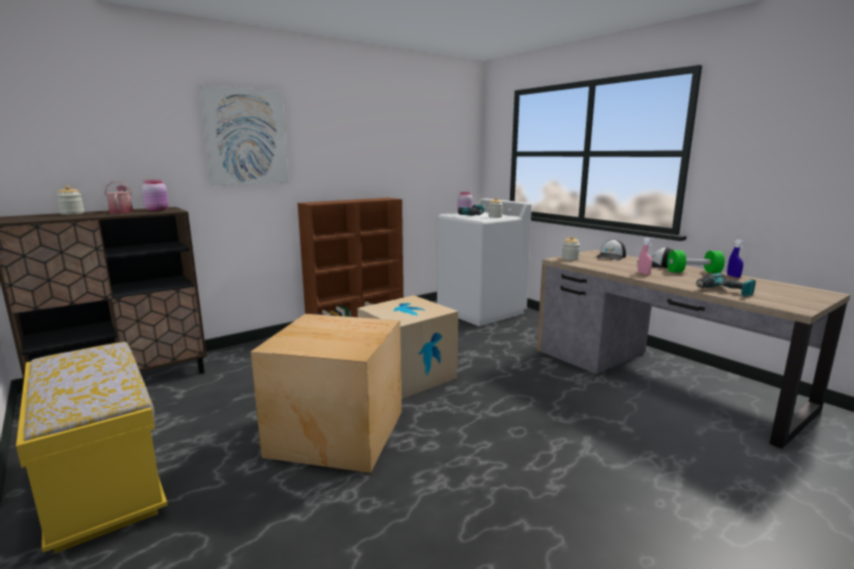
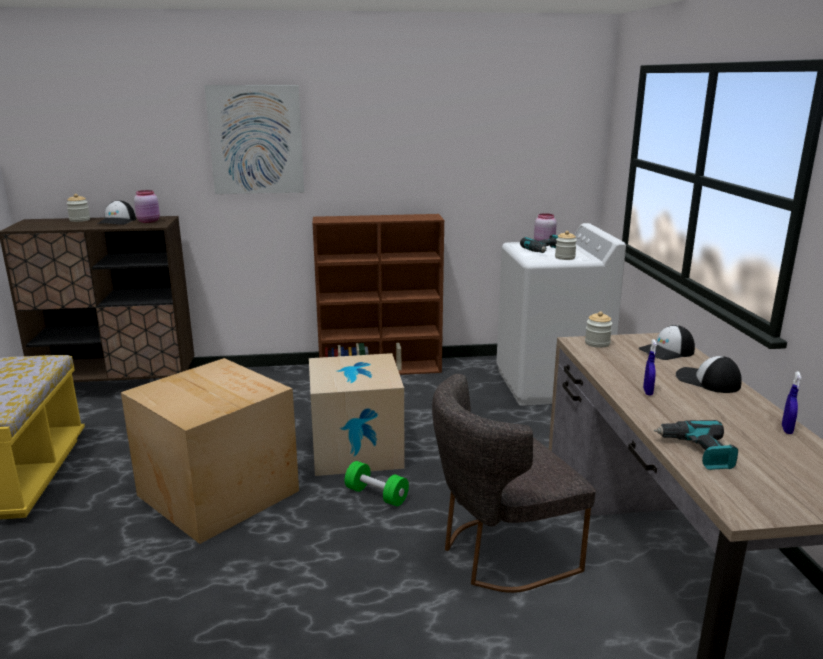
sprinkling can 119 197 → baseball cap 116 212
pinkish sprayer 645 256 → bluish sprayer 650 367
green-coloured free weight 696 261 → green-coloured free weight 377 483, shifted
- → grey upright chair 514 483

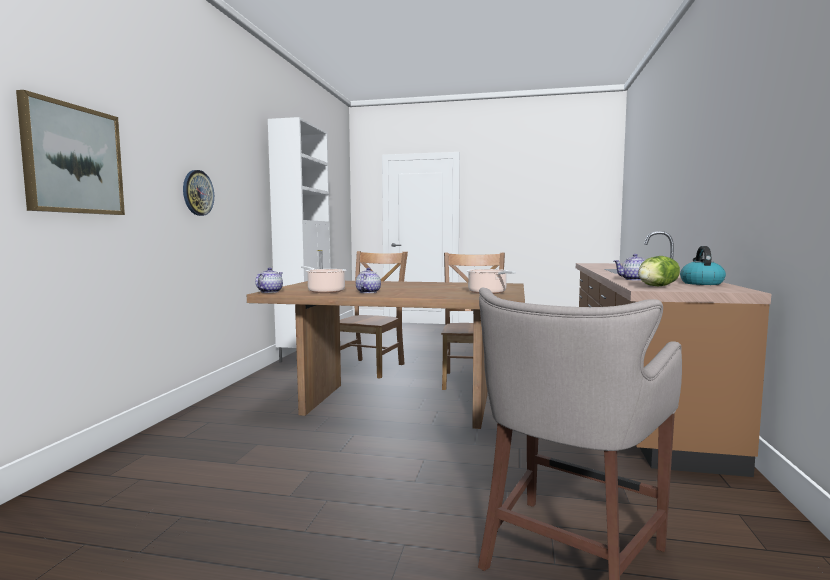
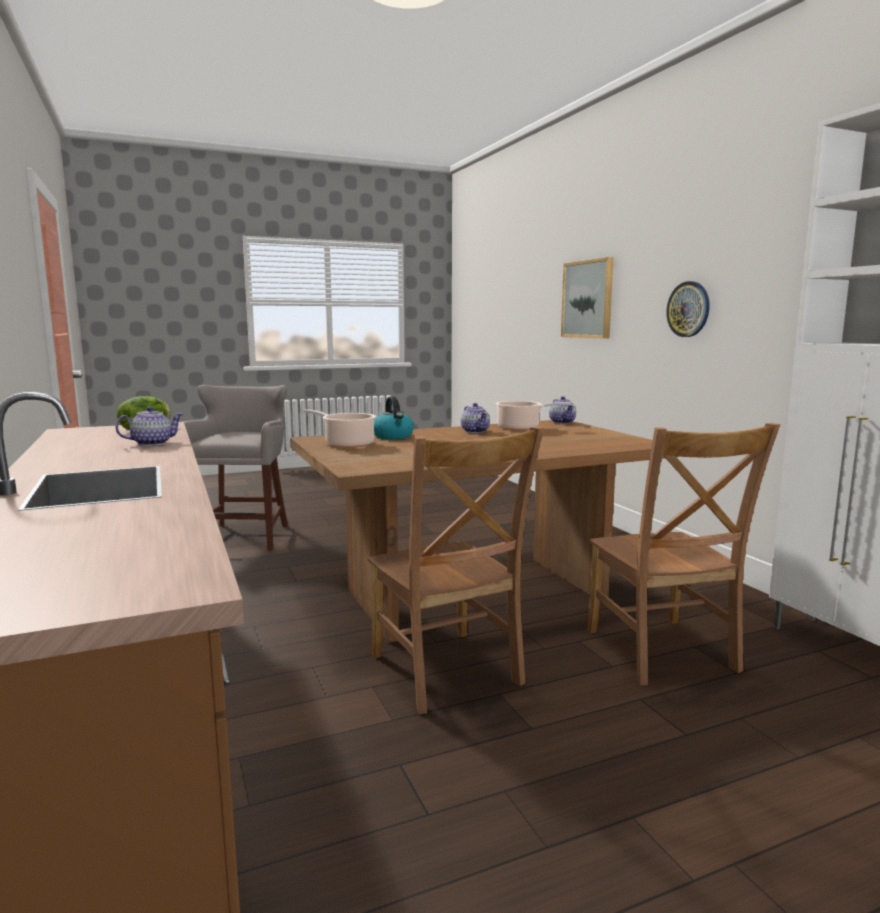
kettle 703 265 → kettle 394 417, shifted

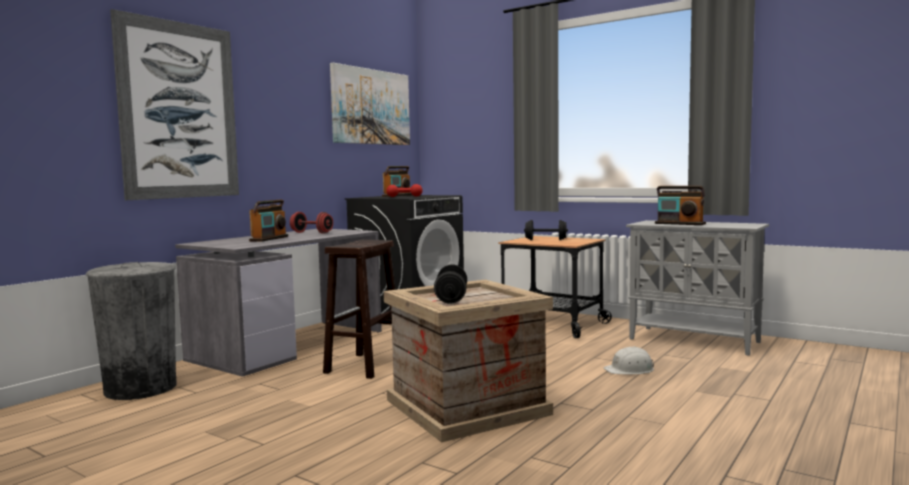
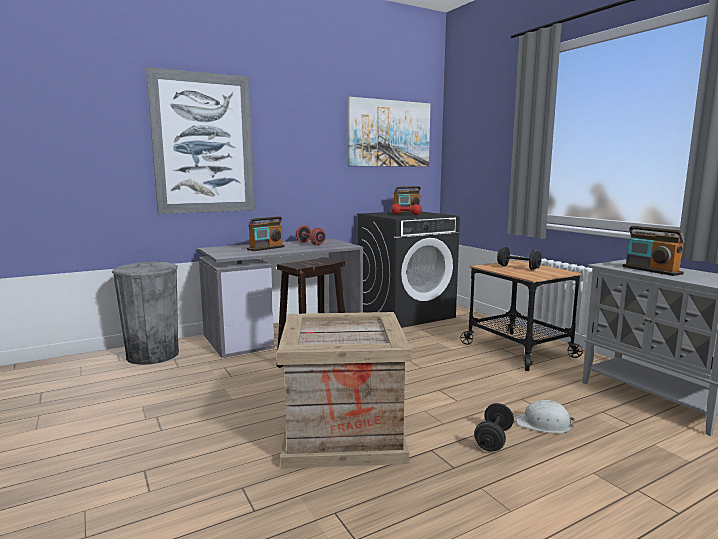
blackish free weight 450 284 → blackish free weight 494 427, shifted

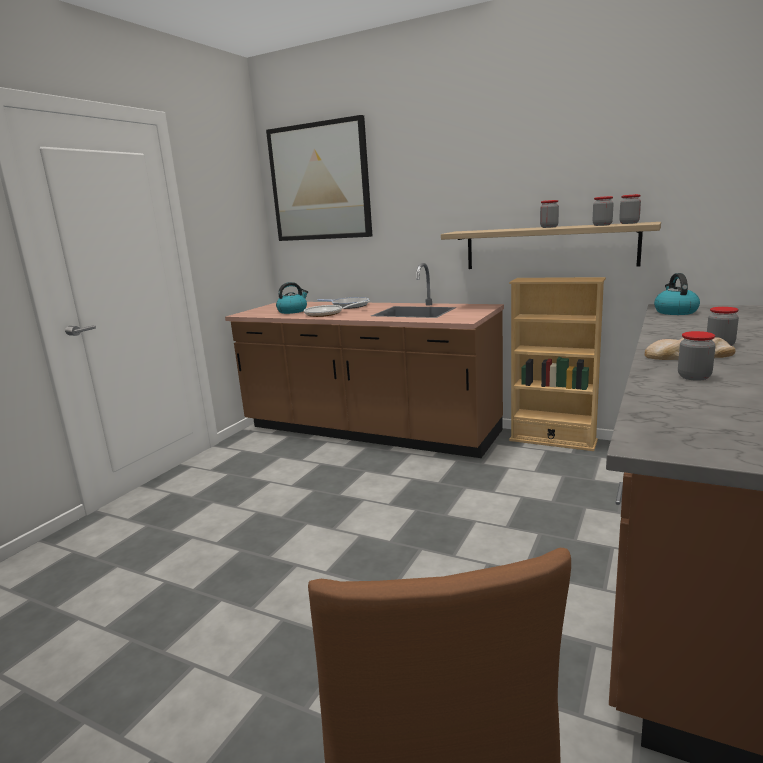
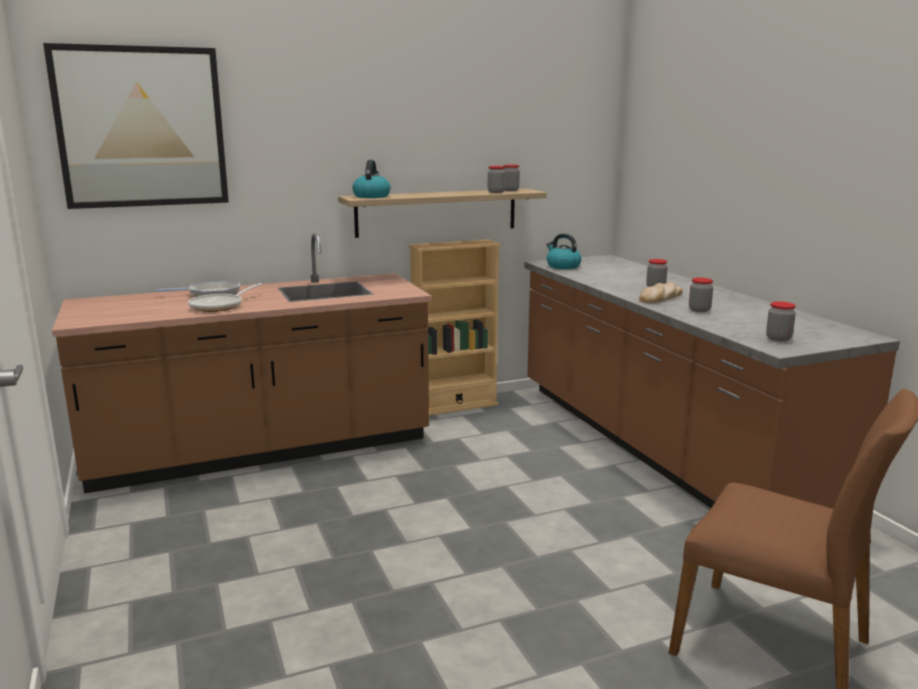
kettle 292 298 → kettle 372 179, shifted
jar 549 214 → jar 781 321, shifted

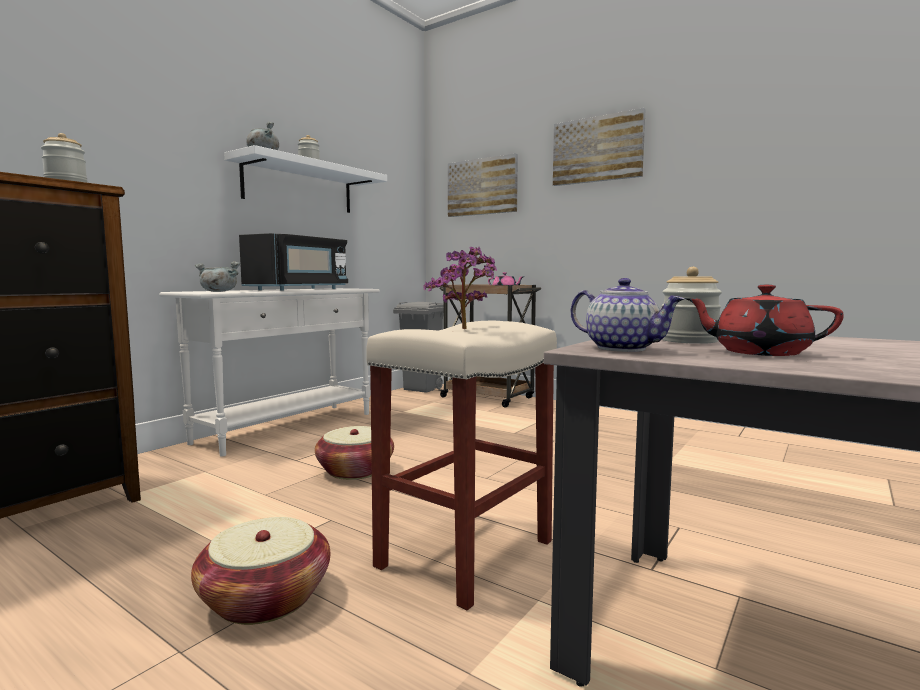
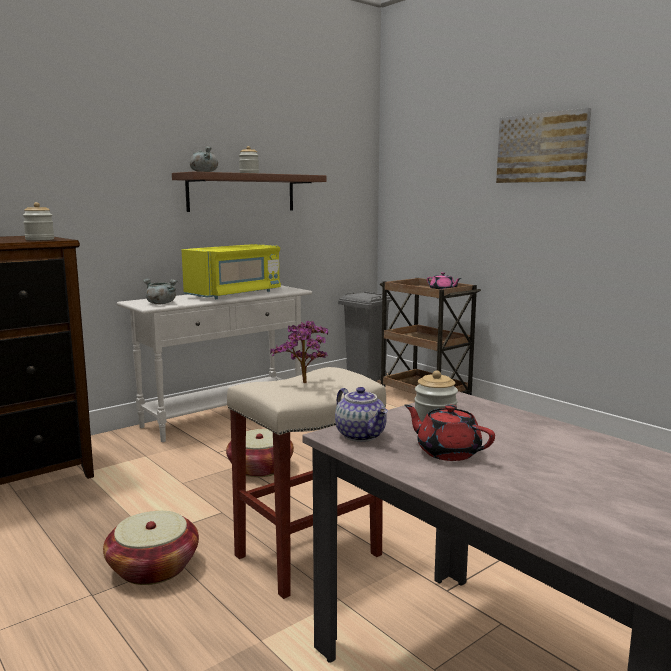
white bracket shelf 305 179 → brown bracket shelf 249 192
blackish microwave oven 293 262 → yellow microwave oven 231 271
wall picture 483 185 → -

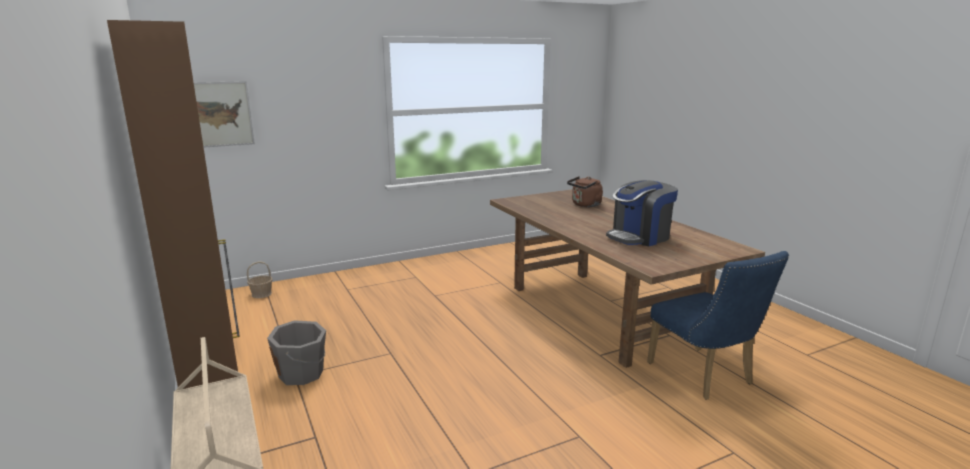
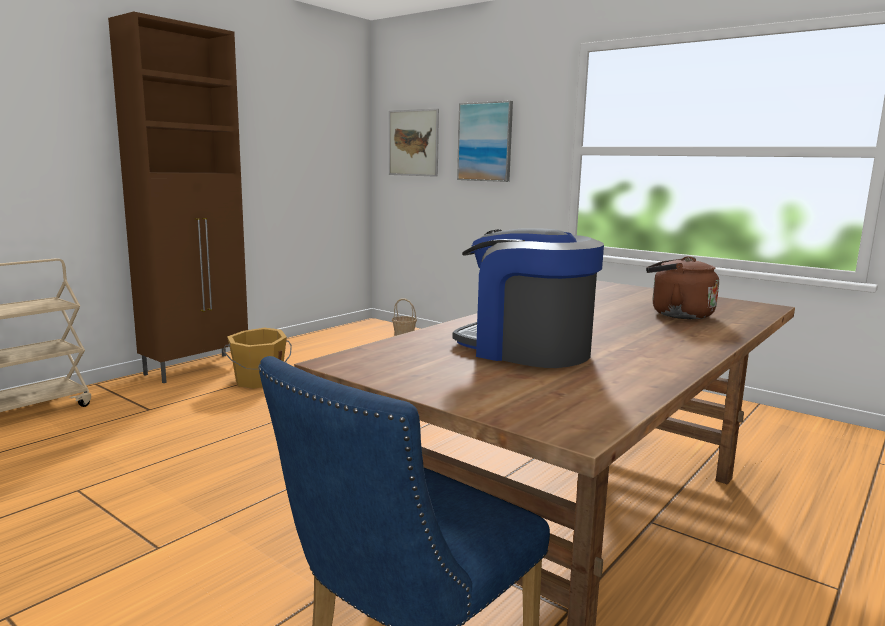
grey bucket 296 352 → orange-coloured bucket 257 358
- → wall picture 485 141

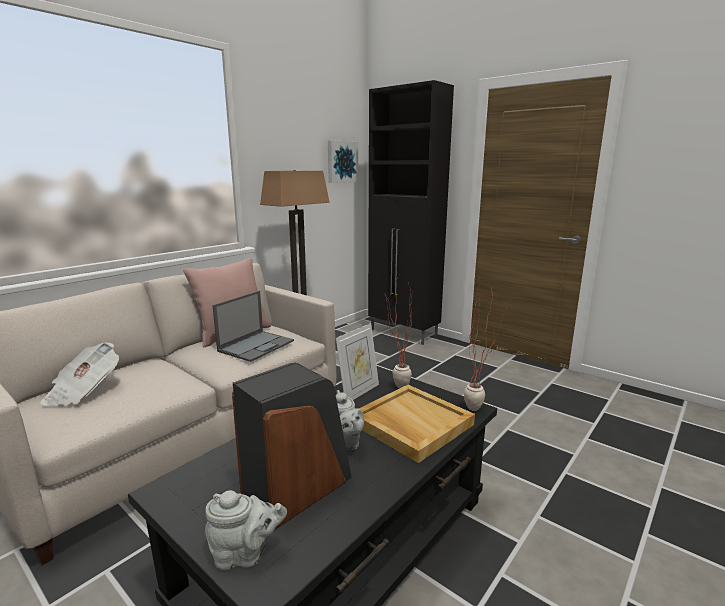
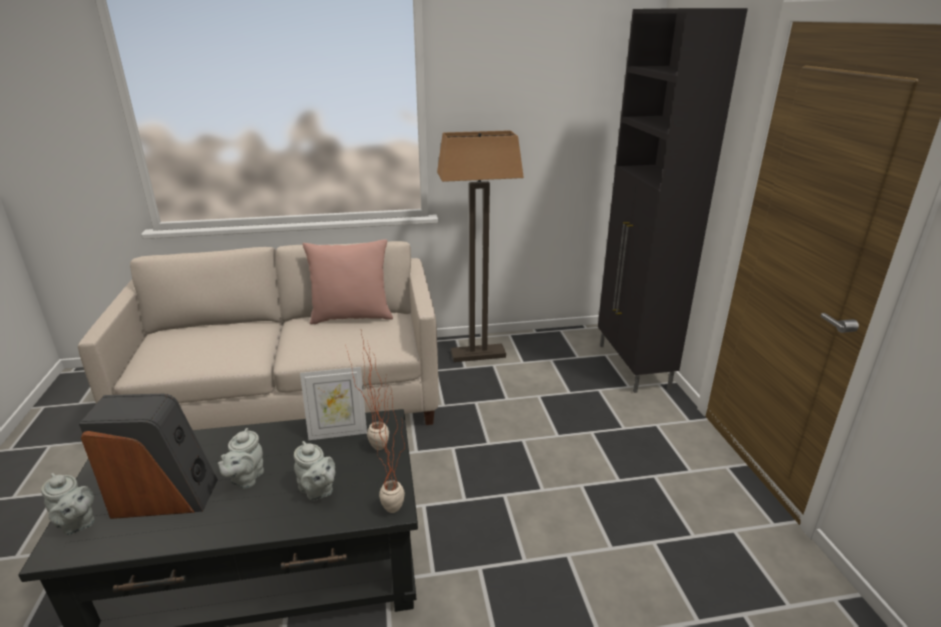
daily paper 79 374 → -
portable computer 253 326 → -
wall picture 343 161 → -
beige serving tray 417 424 → grey tea pot 314 471

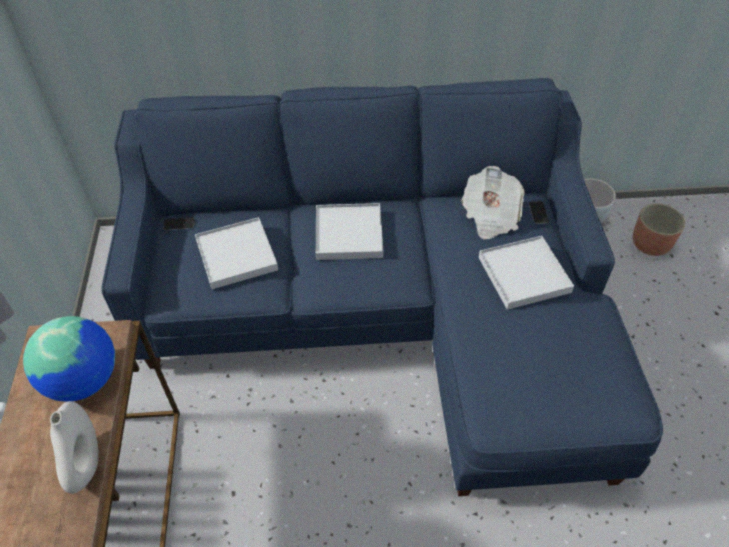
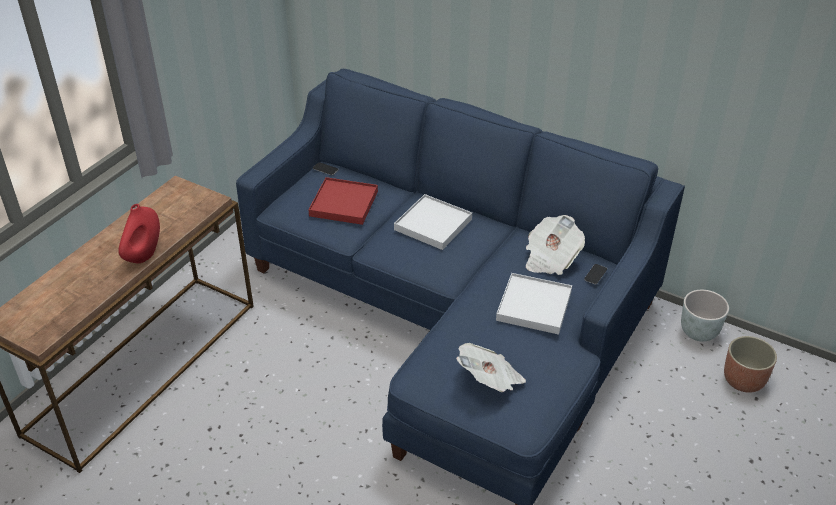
world globe 69 358 → -
white decorative vase 74 447 → red decorative vase 139 233
white serving tray 236 253 → red serving tray 343 201
- → daily paper 491 367

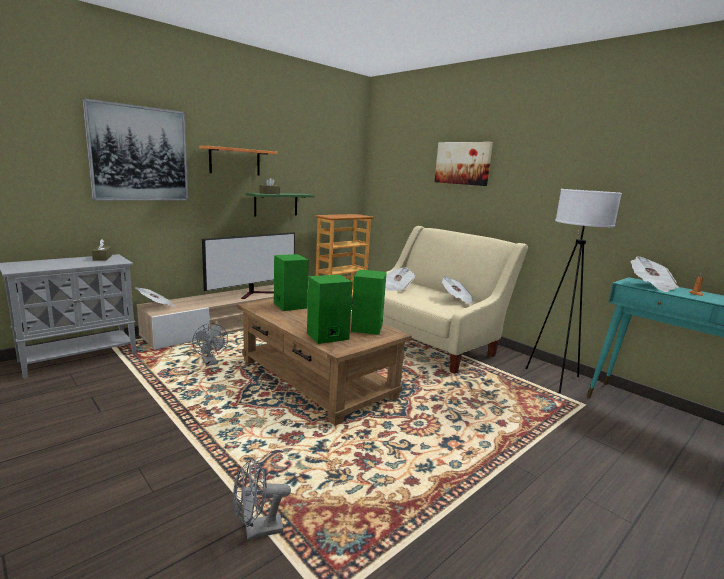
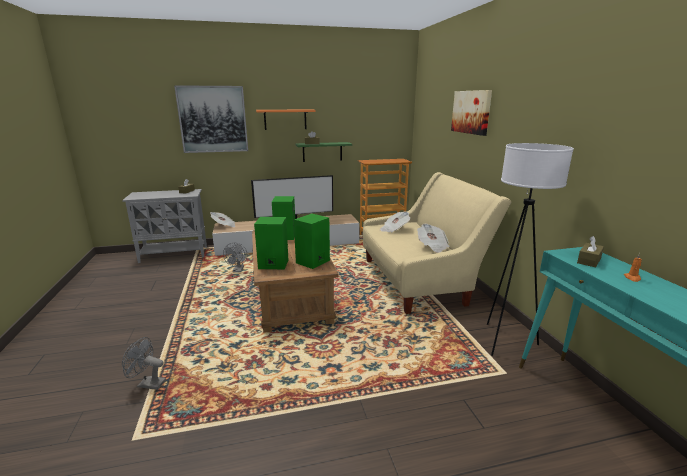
daily paper 655 274 → brown box of tissues 590 252

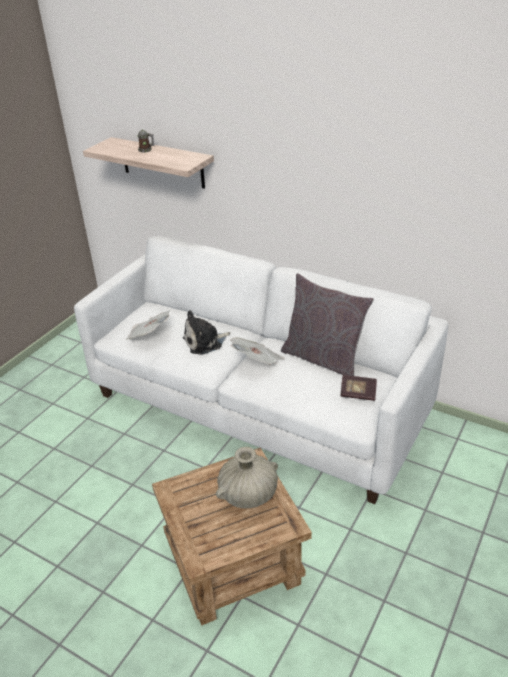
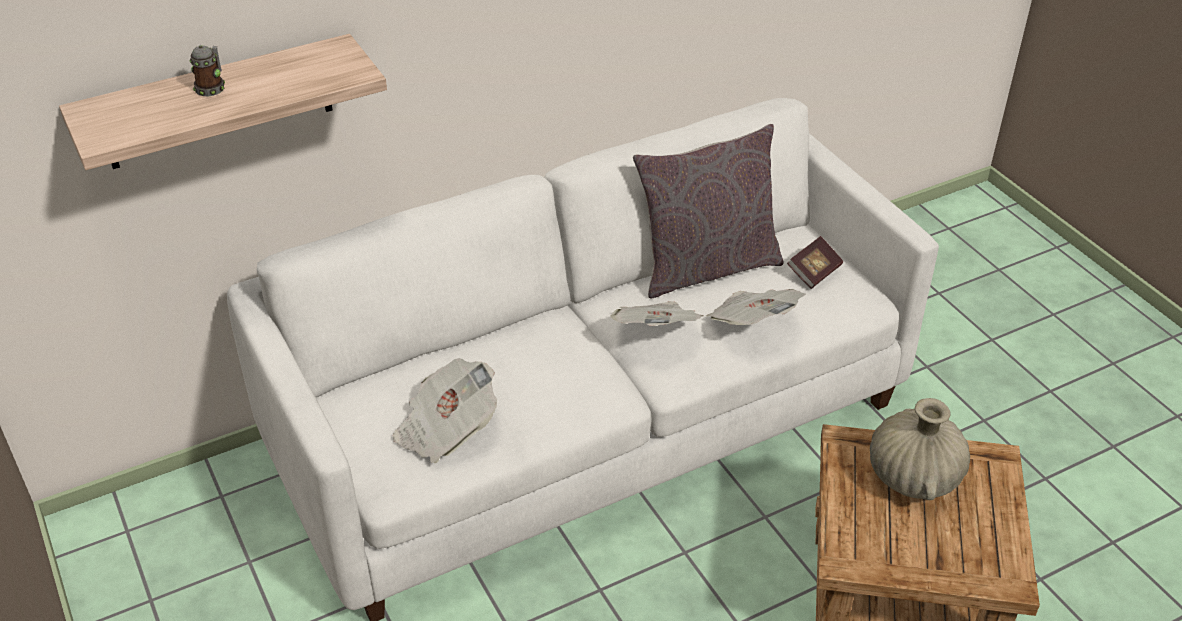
plush toy 207 332 → -
- → daily paper 756 307

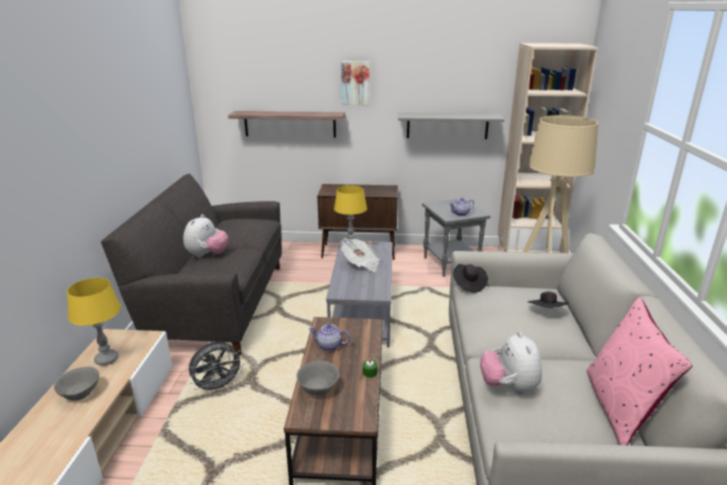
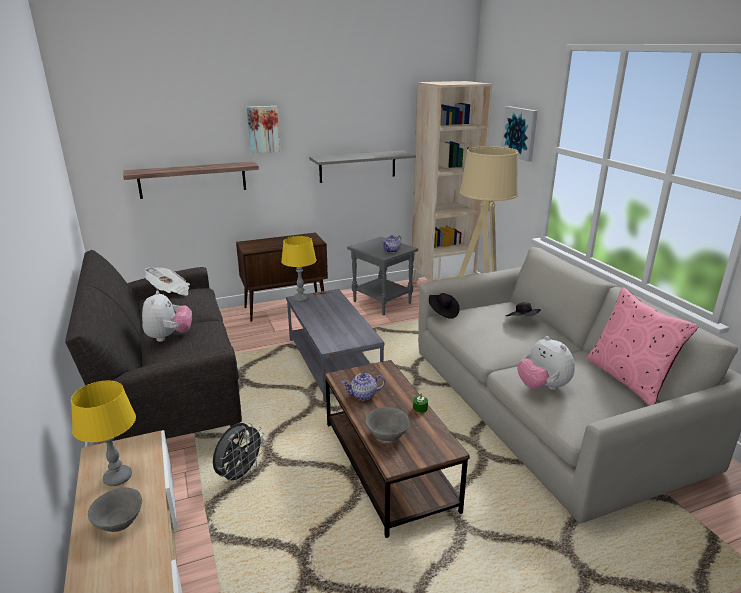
daily paper 360 255 → daily paper 167 281, shifted
- → wall picture 519 134

